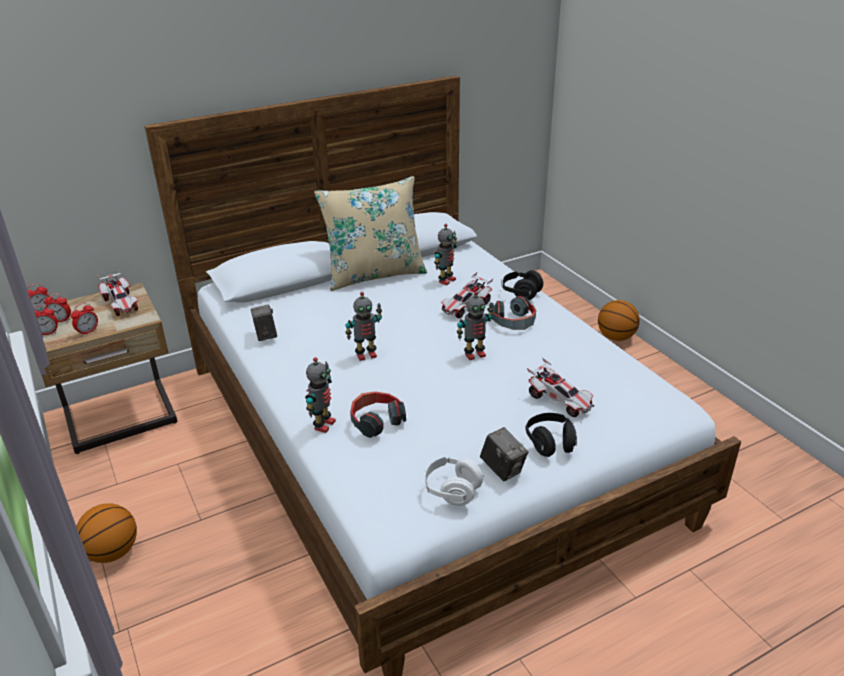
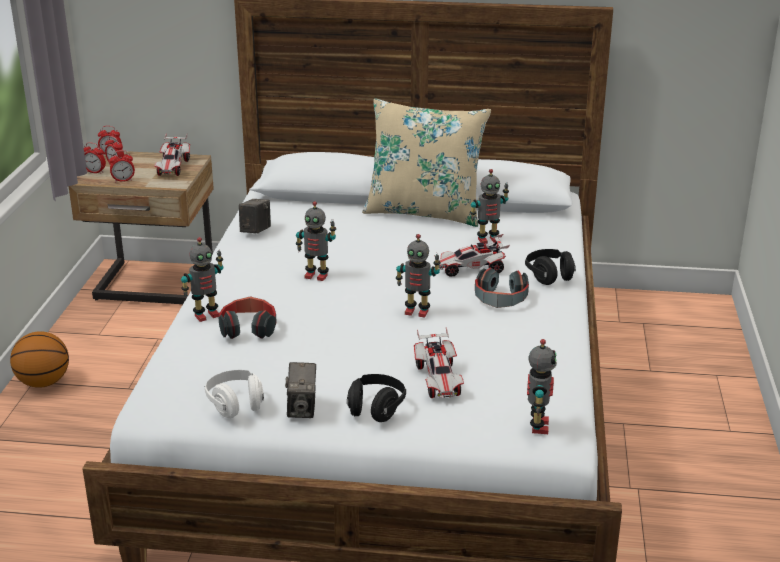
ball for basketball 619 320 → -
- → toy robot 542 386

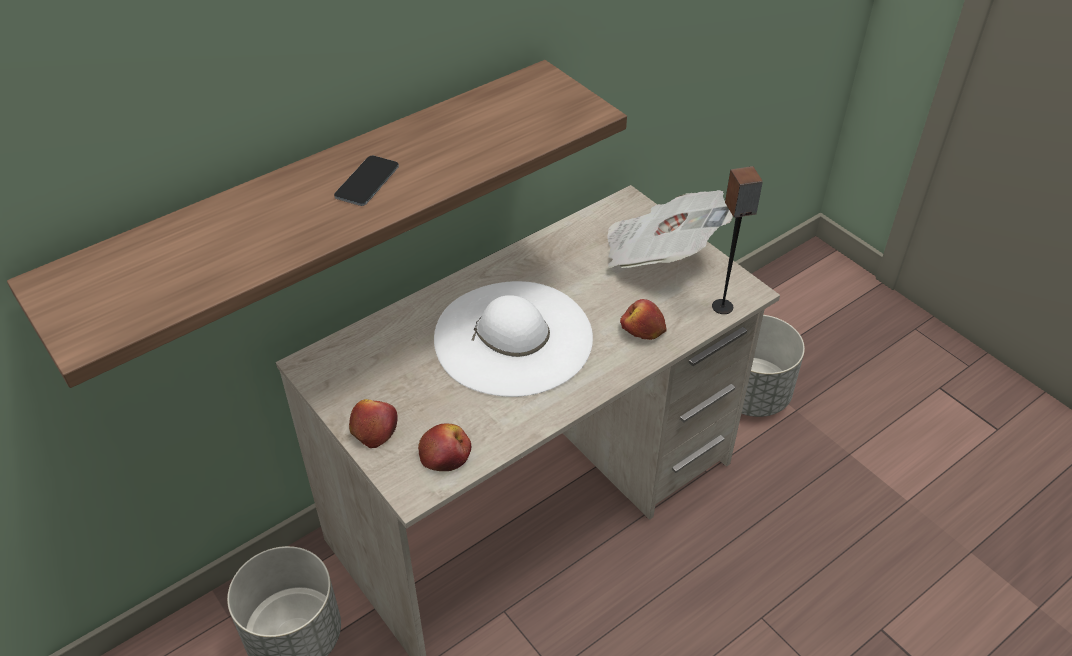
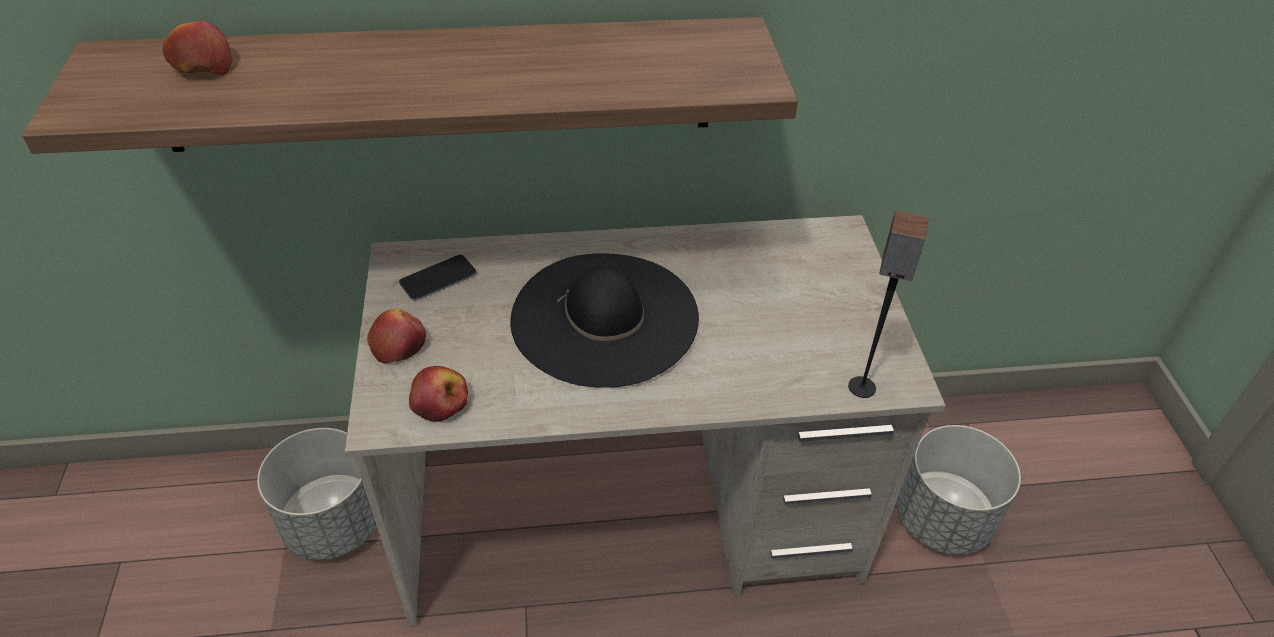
phone 366 181 → phone 437 278, shifted
white wearable hat 513 339 → blackish wearable hat 605 320
daily paper 670 229 → -
apple fruit 643 319 → apple fruit 197 48, shifted

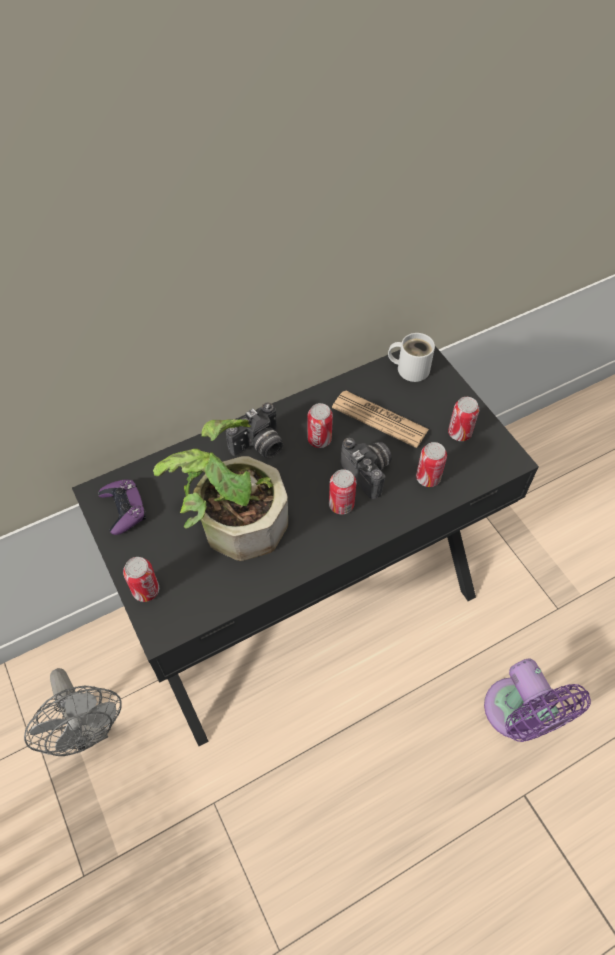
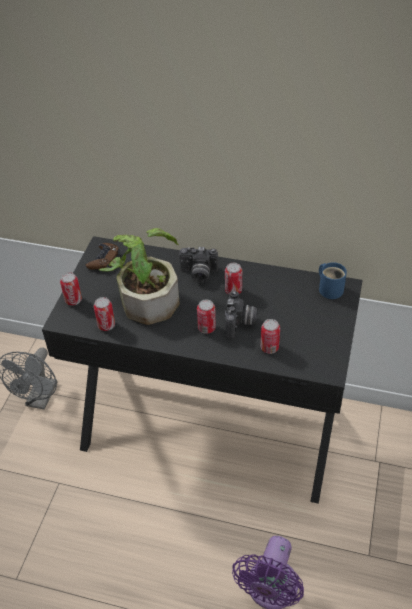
purple game controller 122 507 → brown game controller 102 256
daily paper 380 419 → -
white mug 411 357 → bluish mug 333 280
metal can 463 419 → metal can 104 314, shifted

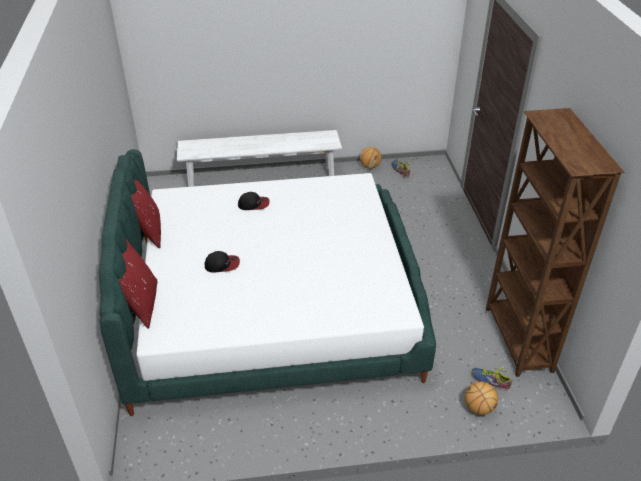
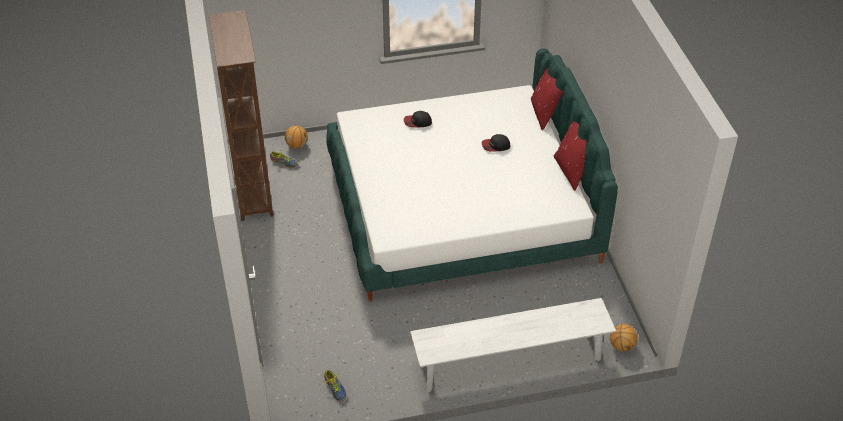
baseball cap 254 201 → baseball cap 418 119, shifted
ball for basketball 371 158 → ball for basketball 624 337, shifted

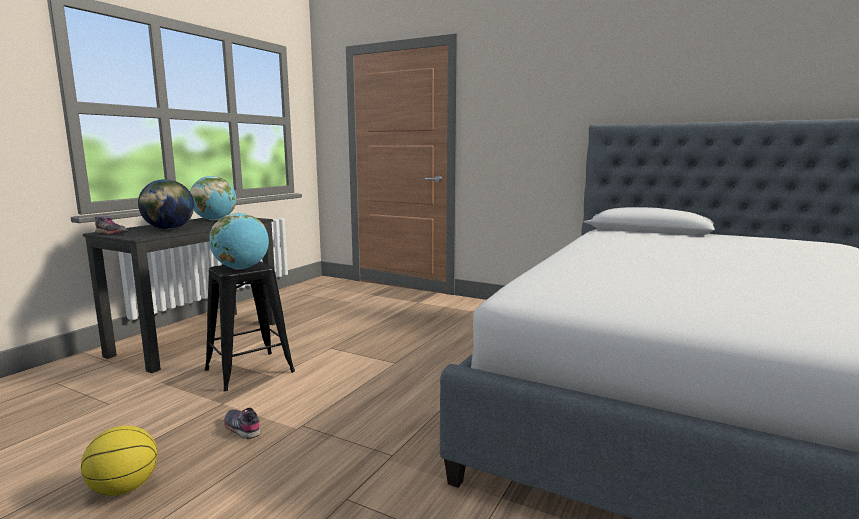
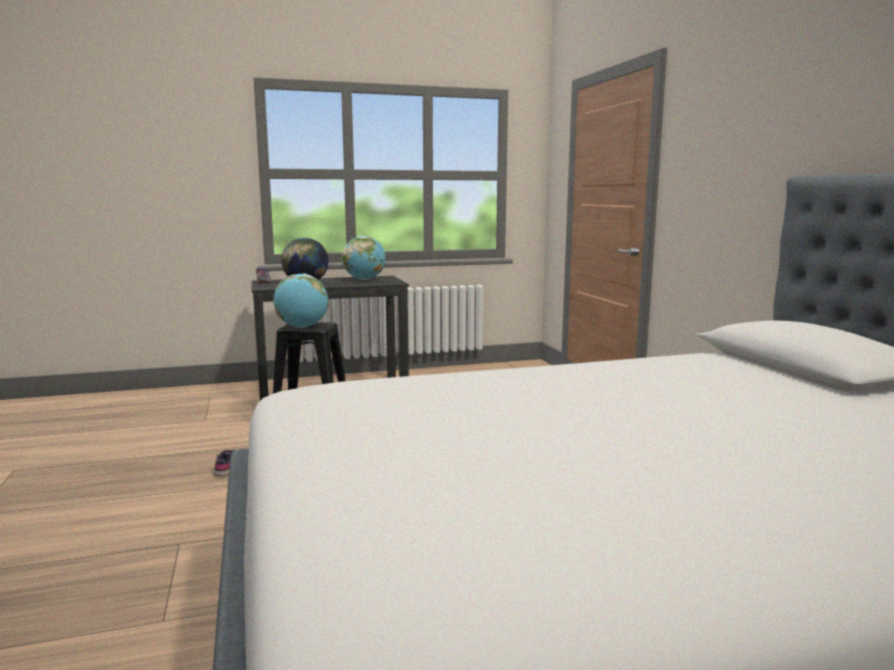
ball for basketball 119 461 → -

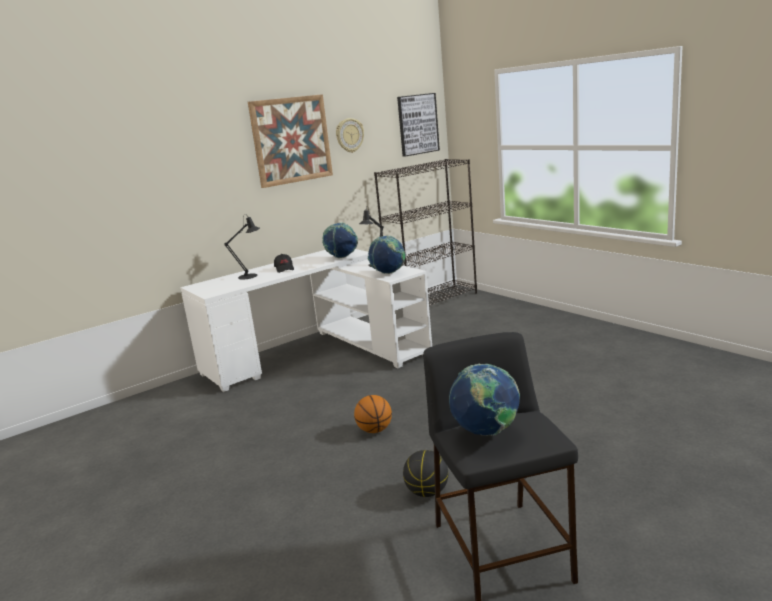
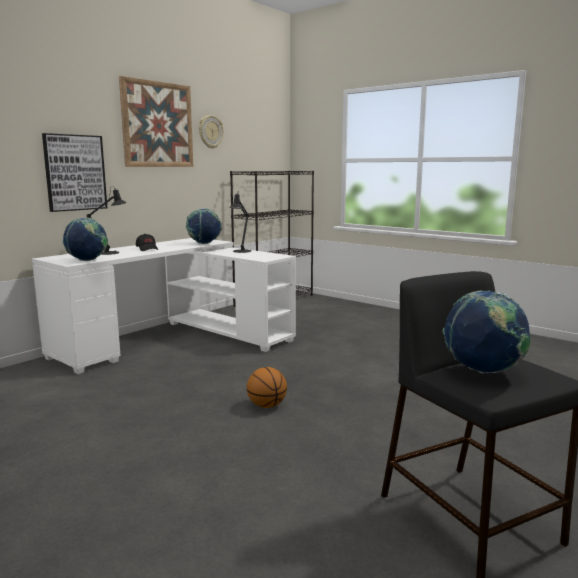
world globe 387 255 → world globe 85 239, shifted
wall picture 418 125 → wall picture 74 172, shifted
ball for basketball 425 473 → -

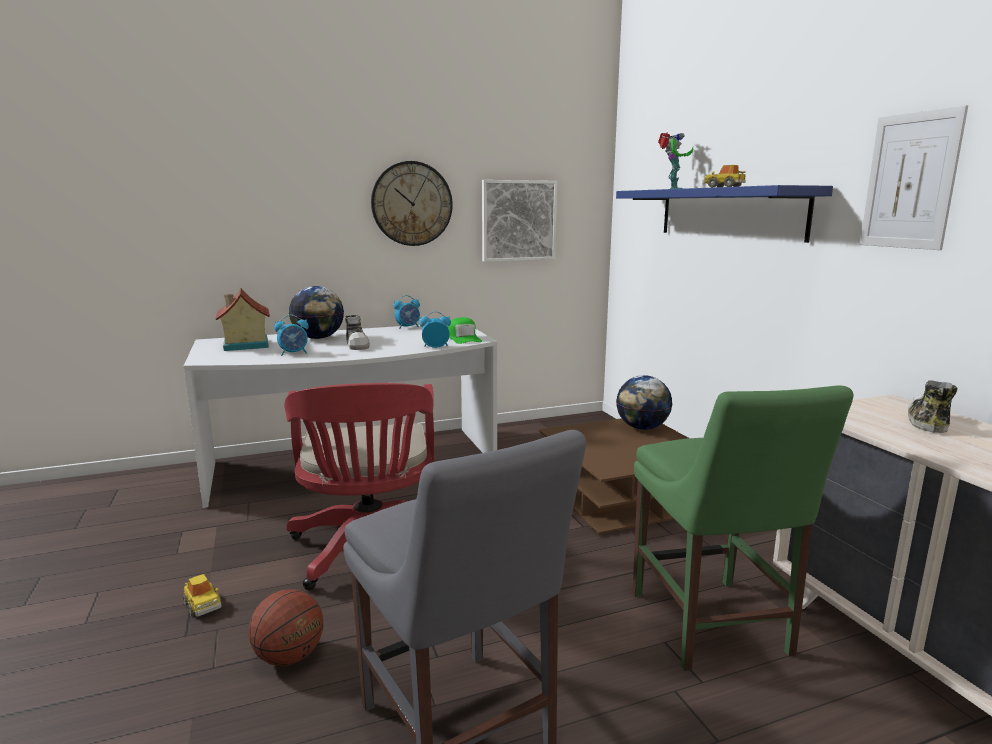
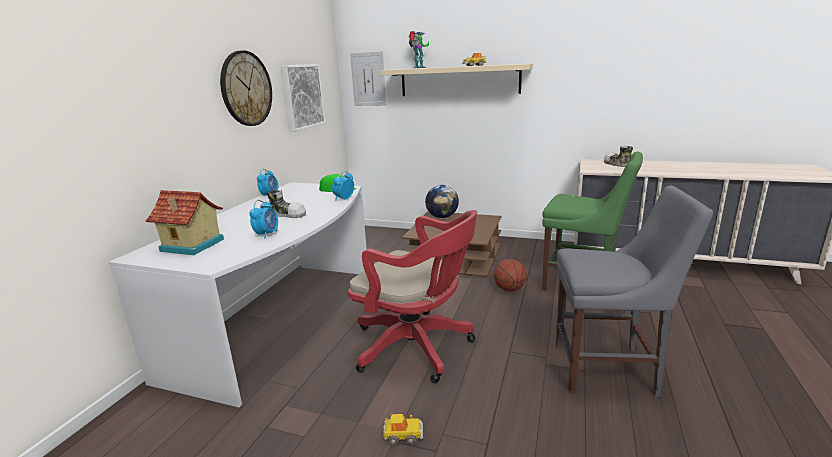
ball for basketball 285 627 → ball for basketball 510 275, shifted
world globe 316 312 → -
bluish bracket shelf 724 214 → beige bracket shelf 456 80
wall picture 914 177 → wall picture 368 78, shifted

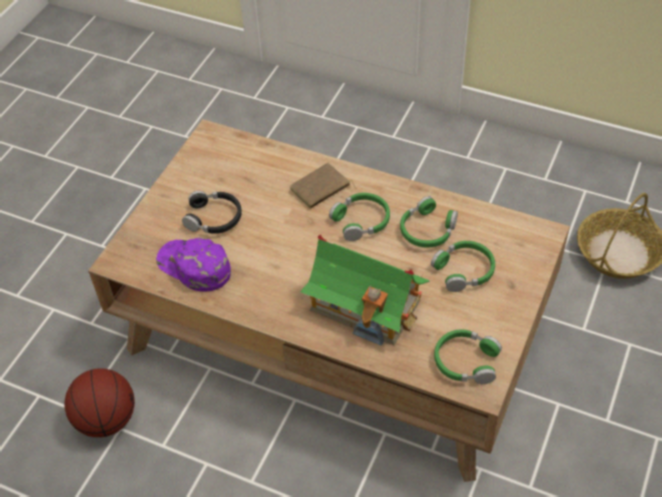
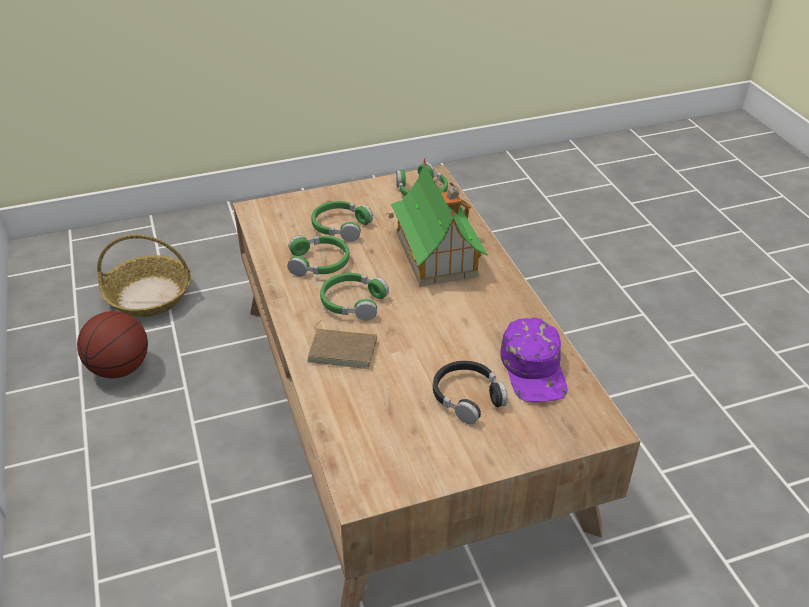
ball for basketball 100 402 → ball for basketball 112 344, shifted

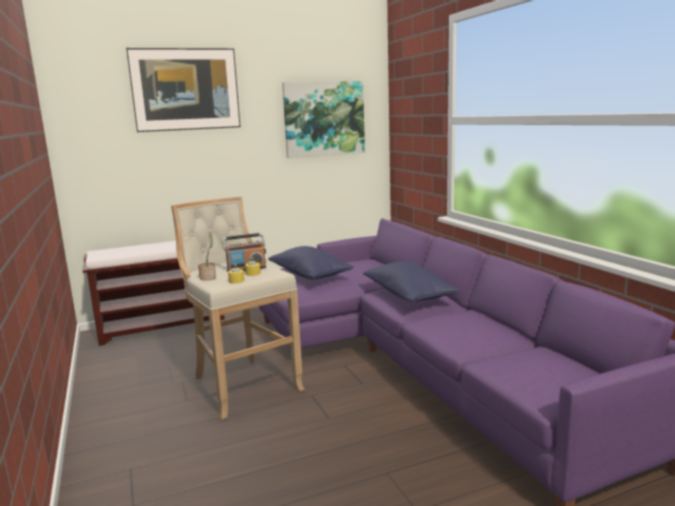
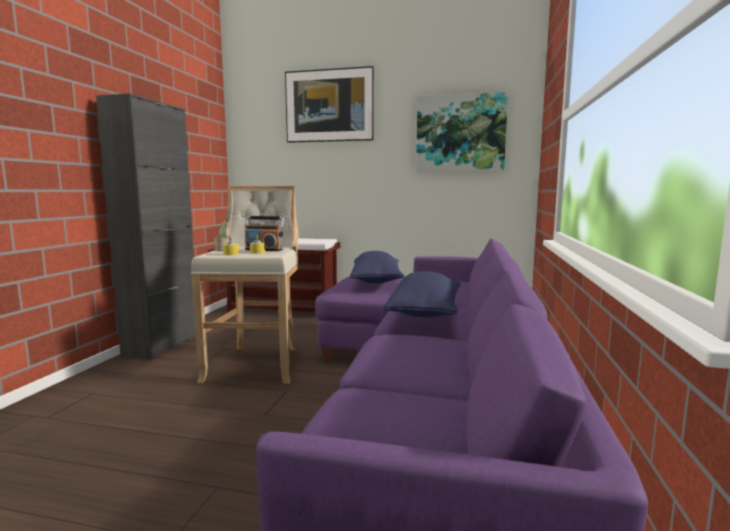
- → blackish cupboard 145 226

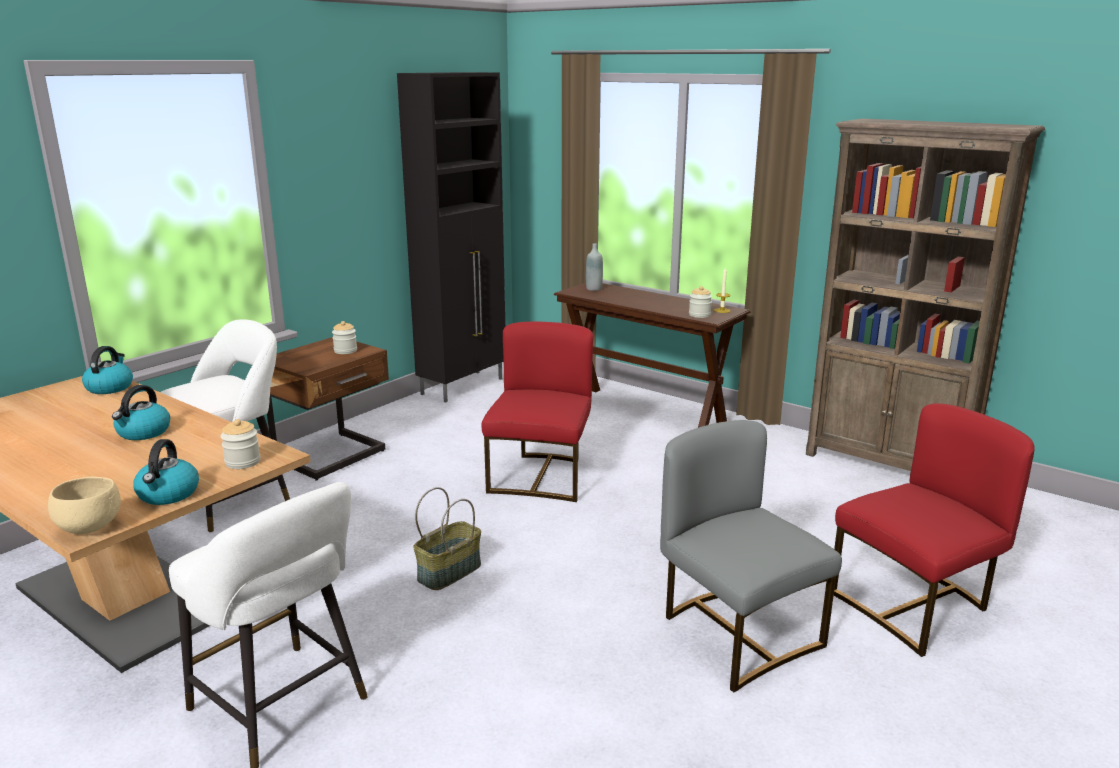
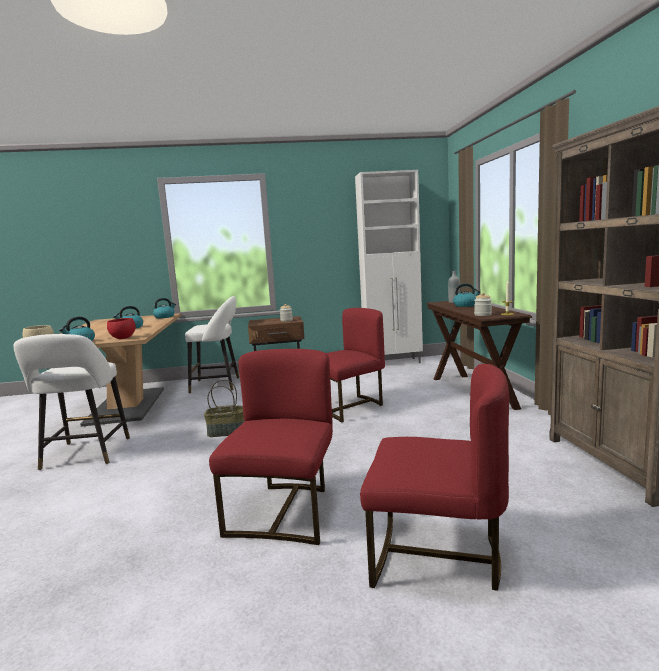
jar 241 444 → red bowl 121 328
blackish cupboard 451 237 → white cupboard 389 266
grey upright chair 751 556 → red upright chair 271 447
- → kettle 466 295

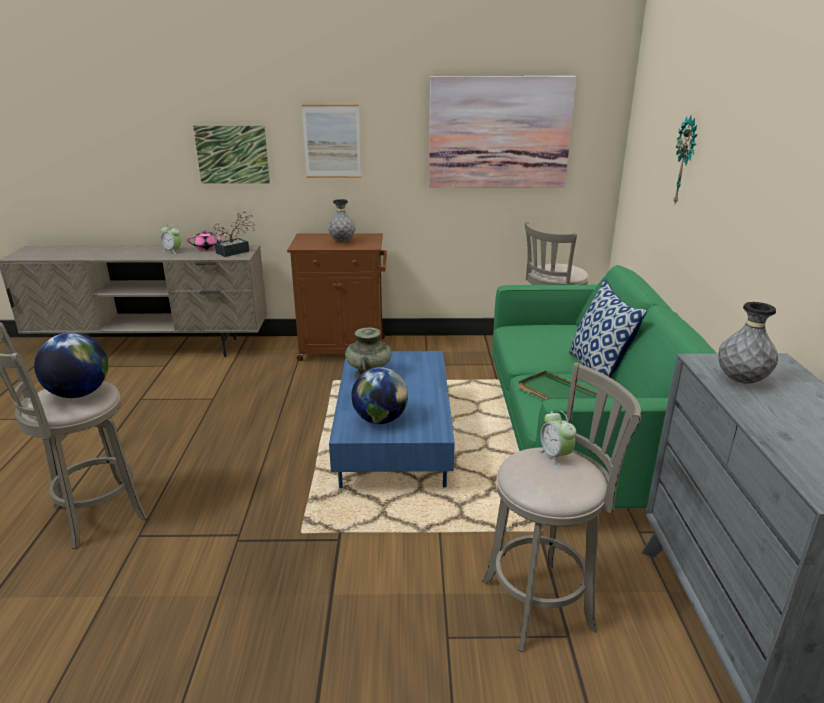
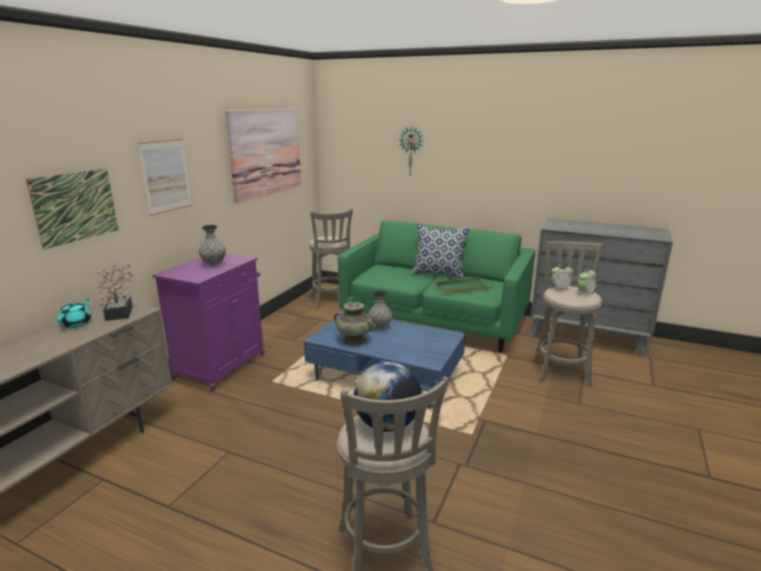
alarm clock 171 239 → alarm clock 587 282, shifted
pinkish tea pot 205 240 → blue-green tea pot 74 313
brown cupboard 337 297 → purple cupboard 208 322
world globe 379 395 → -
grey decorative vase 748 343 → grey decorative vase 380 310, shifted

